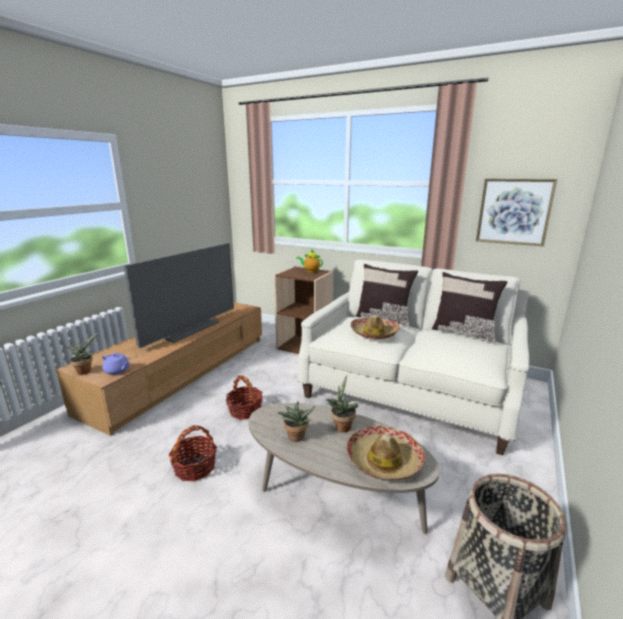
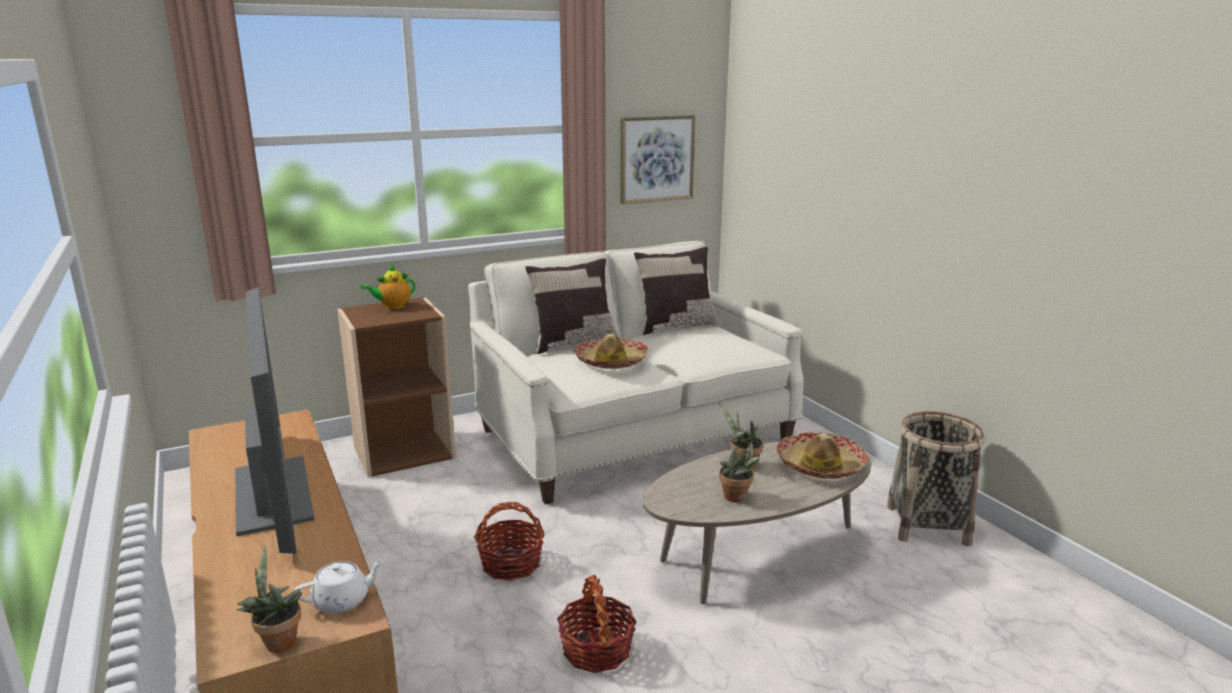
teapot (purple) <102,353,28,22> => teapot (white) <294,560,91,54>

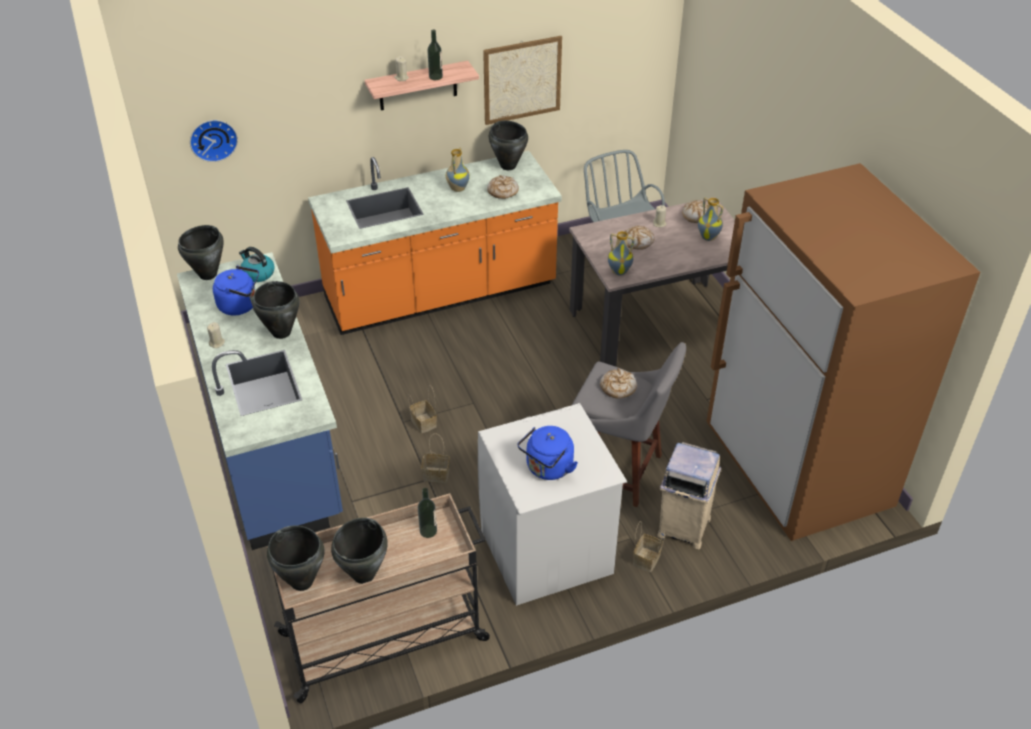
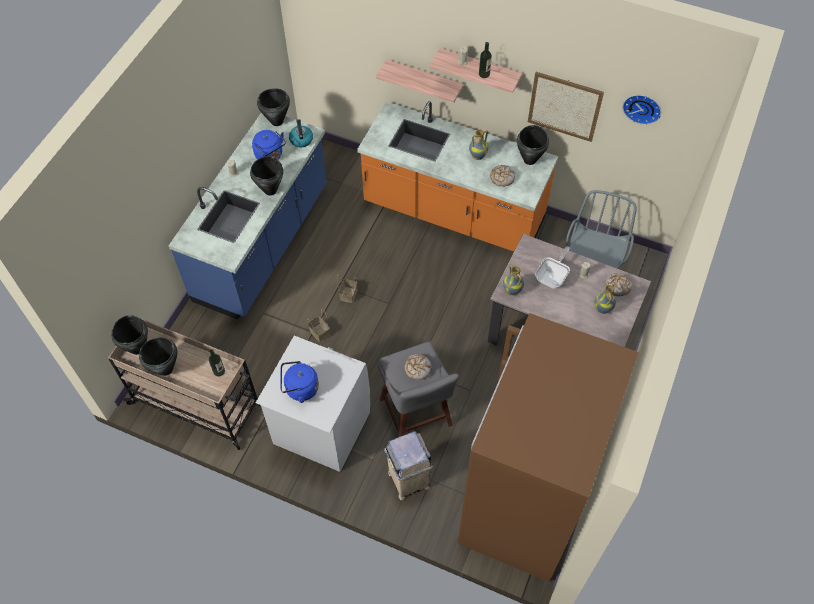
nothing => shelf <376,59,88,44>
bread <625,226,29,24> => frying pan <535,247,35,42>
wall clock <190,120,48,42> => wall clock <623,95,38,30>, shifted
basket <633,521,33,51> => nothing

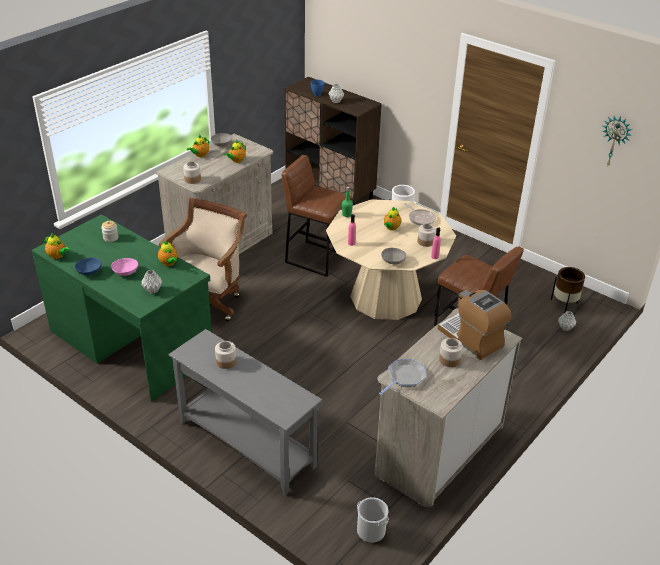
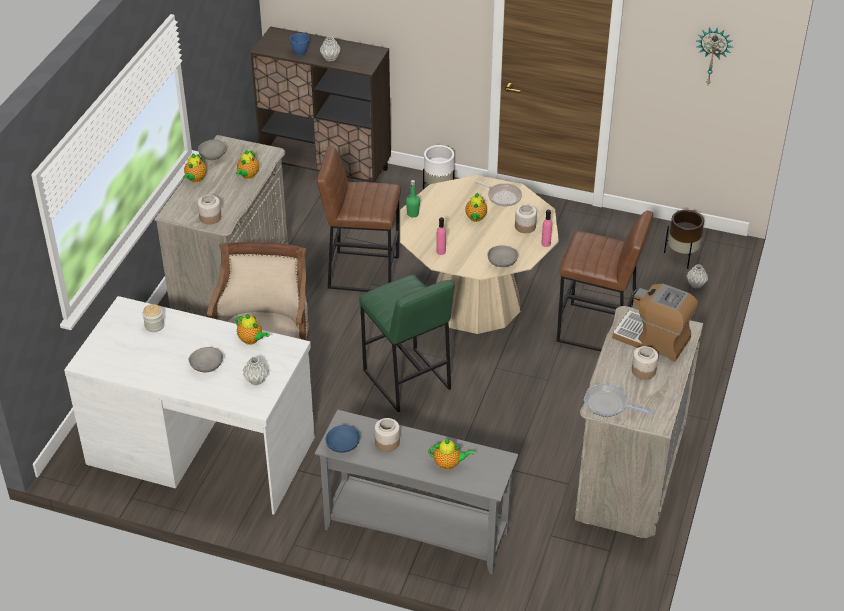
desk (green) <31,214,181,187> => desk (white) <64,296,251,218>
bowl (pink) <111,258,27,18> => bowl (grey) <189,347,34,25>
bowl (blue) <75,257,27,18> => bowl (blue) <326,425,34,28>, shifted
nothing => stool (green) <359,275,96,137>
teapot <44,234,26,25> => teapot <429,439,46,31>, shifted
frying pan <379,359,47,36> => frying pan <584,383,69,34>, 90 degrees counterclockwise
bucket <357,497,32,46> => nothing

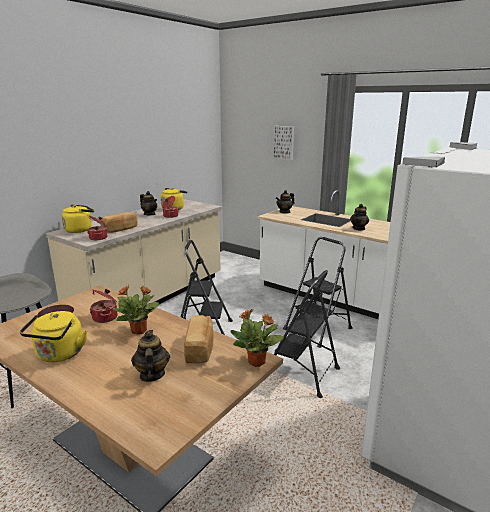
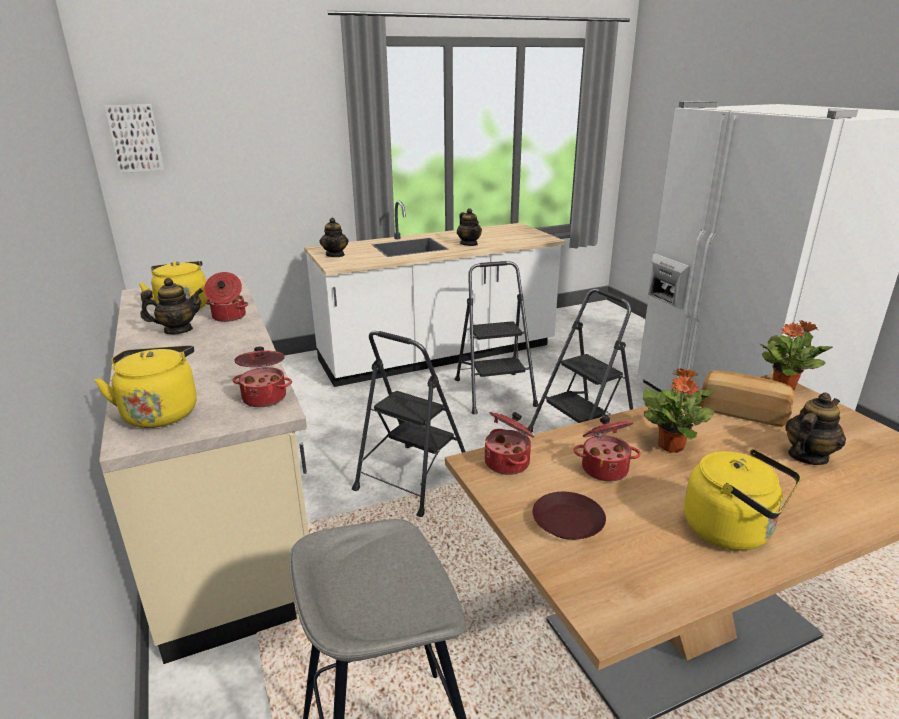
picture <273,126,21,34> => picture <105,104,59,69>, shifted
nothing => cooking pot <484,412,51,63>
teapot <131,330,39,52> => teapot <785,393,61,72>, 120 degrees clockwise
bread <101,212,36,21> => nothing

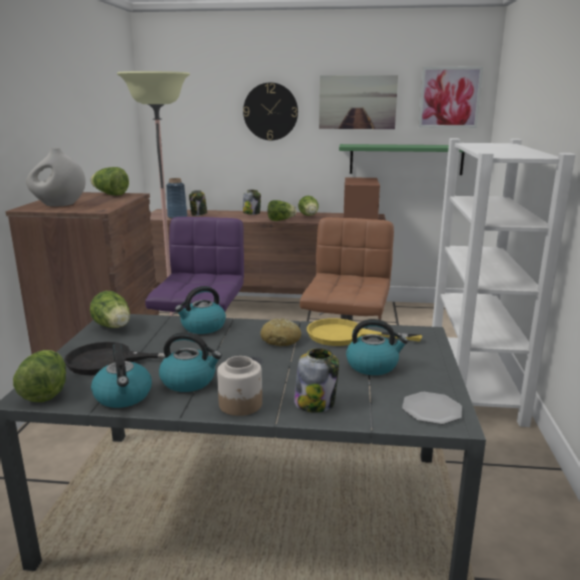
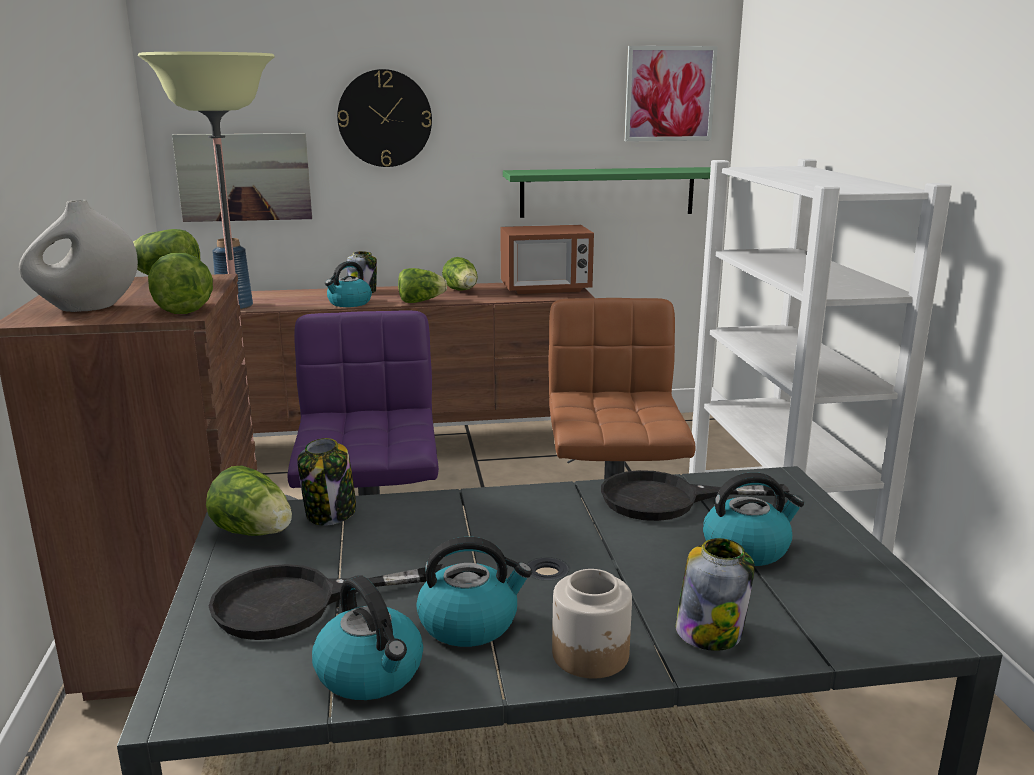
lettuce <13,350,53,52> => lettuce <148,253,65,61>, shifted
picture <319,75,79,54> => picture <172,133,140,89>, shifted
jar <189,190,18,26> => jar <297,438,59,88>, shifted
kettle <175,286,51,48> => kettle <325,261,47,46>, shifted
microwave <344,177,36,43> => microwave <500,225,94,69>, 90 degrees clockwise
frying pan (yellow) <307,318,115,28> => frying pan (black) <601,470,188,51>
bread <260,318,41,28> => nothing
plate <402,392,60,33> => nothing

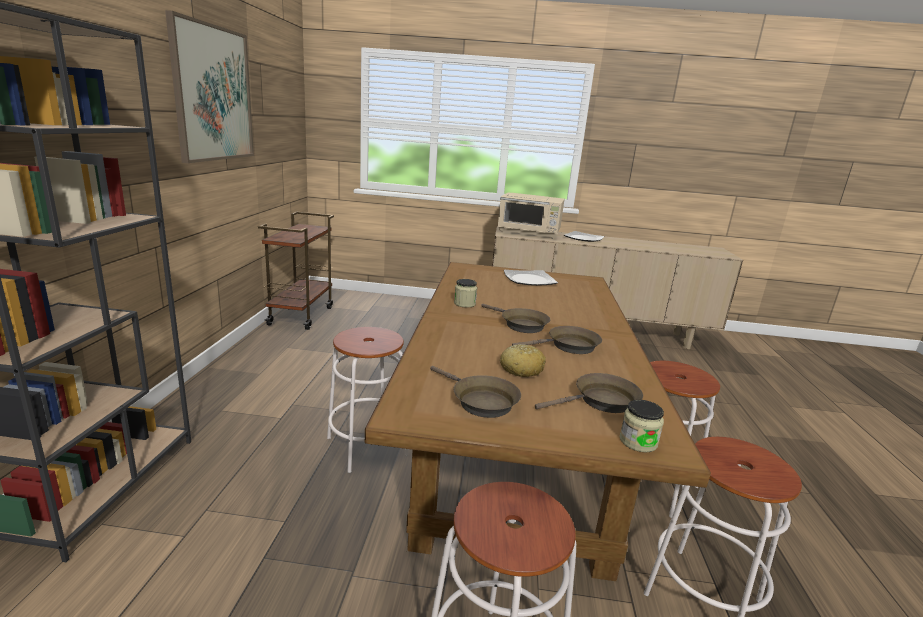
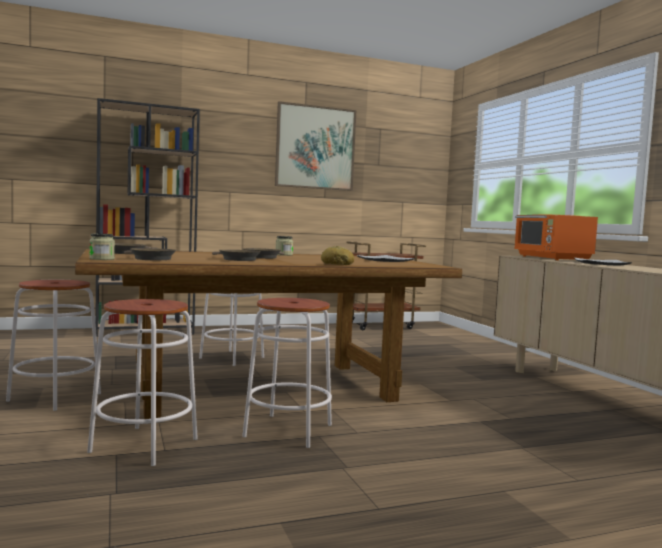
bread <500,344,46,33> => bread <321,246,33,19>, shifted
microwave (beige) <498,192,67,47> => microwave (orange) <514,214,84,47>

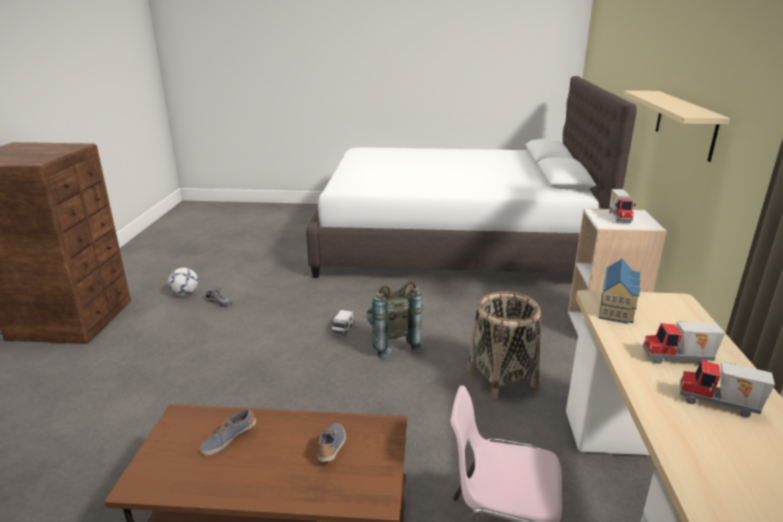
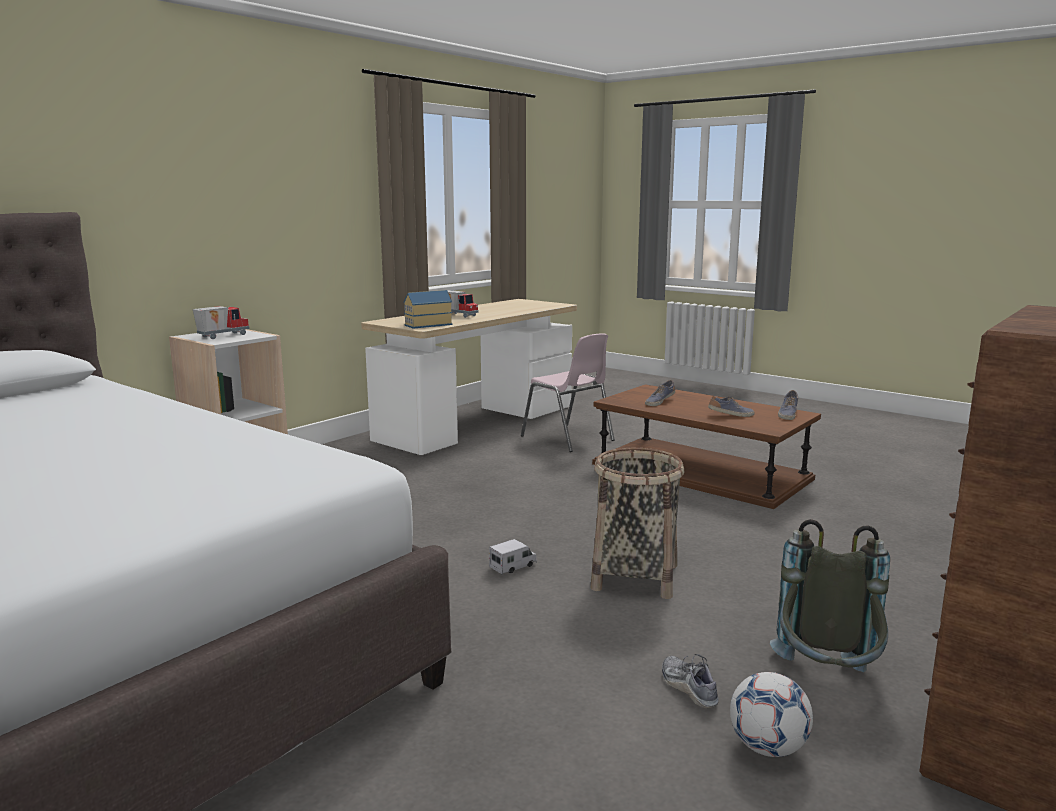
basket <467,292,74,107> => basket <591,448,93,151>, shifted
backpack (grey) <366,282,58,76> => backpack (grey) <770,519,120,153>, shifted
nothing => shoe <778,390,20,30>
shelf (beige) <623,91,107,71> => nothing
toy truck <680,360,95,58> => nothing

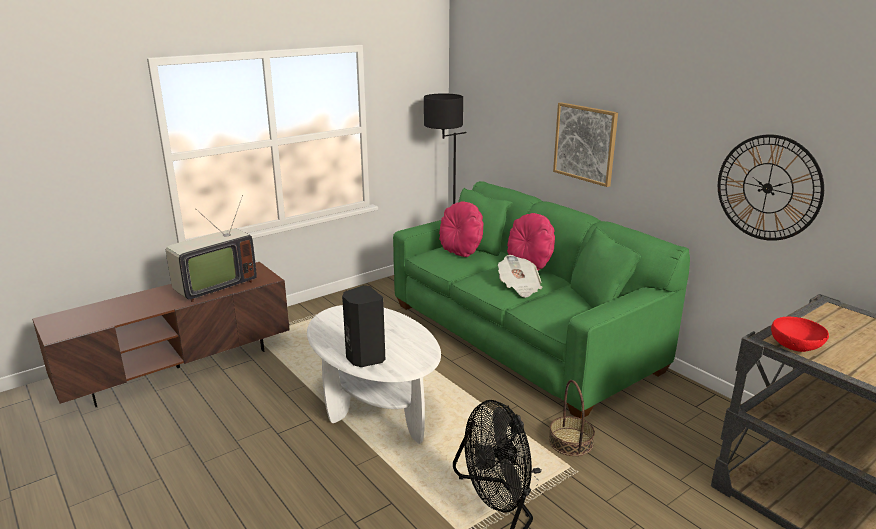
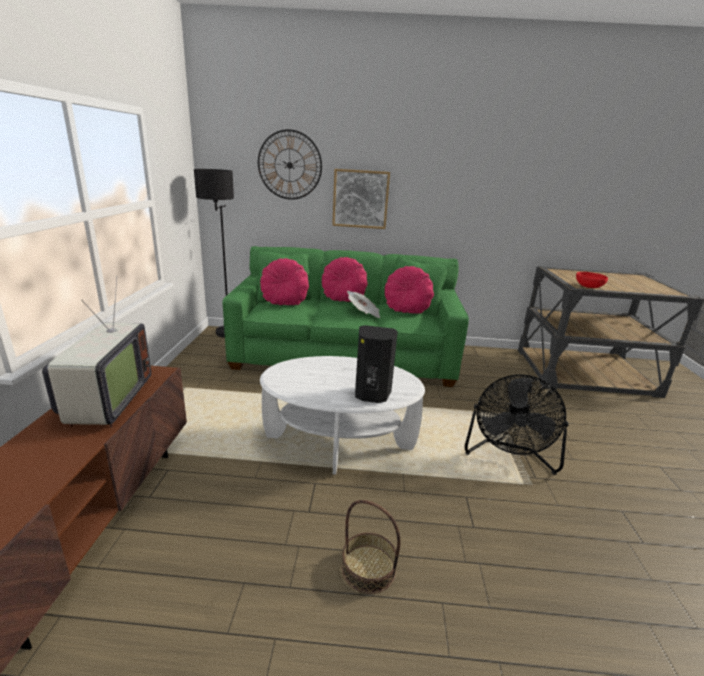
wall clock <718,134,106,107> => wall clock <258,129,64,71>, shifted
basket <549,380,46,76> => basket <342,500,59,94>, shifted
nothing => pillow (pink) <385,266,49,48>

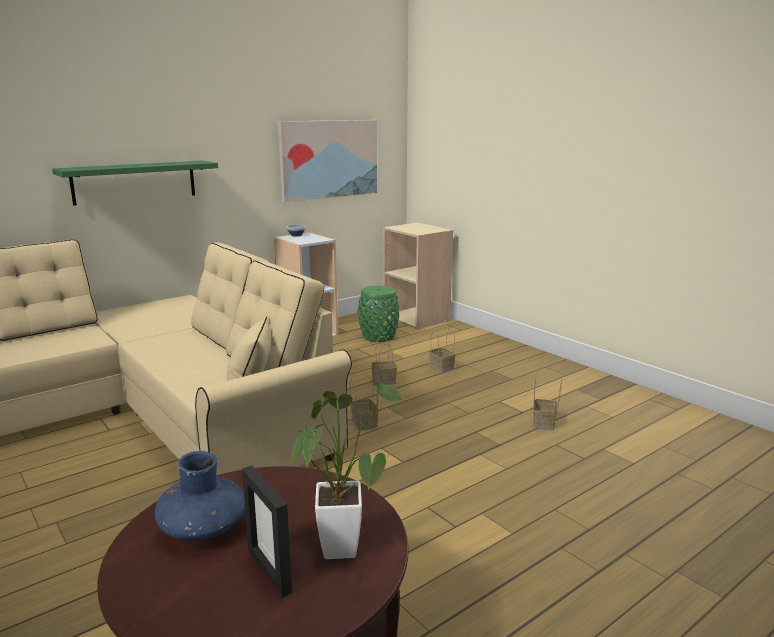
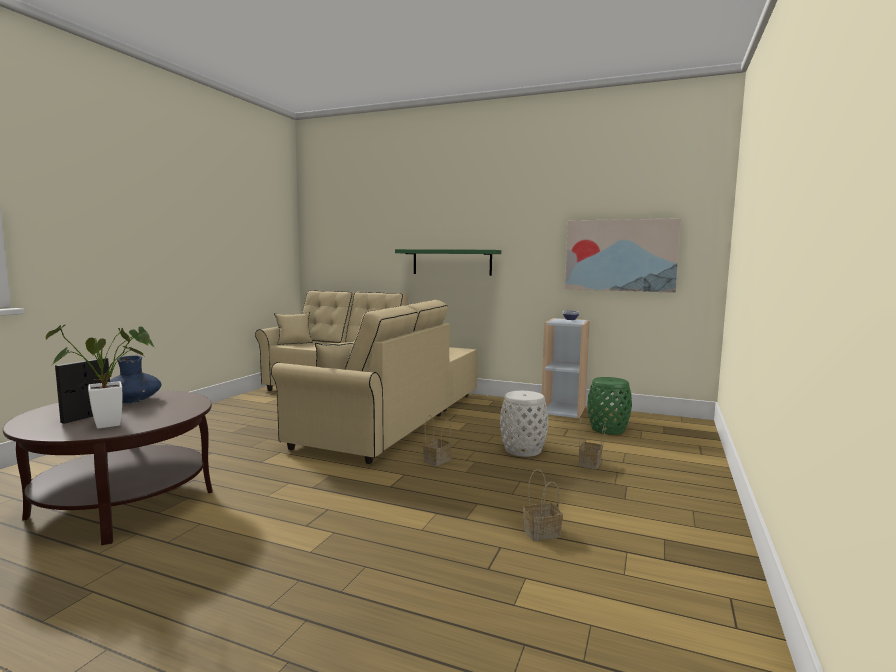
basket <371,336,26,49> => stool (white) <500,391,49,66>
bookcase (beige) <383,223,70,106> => nothing

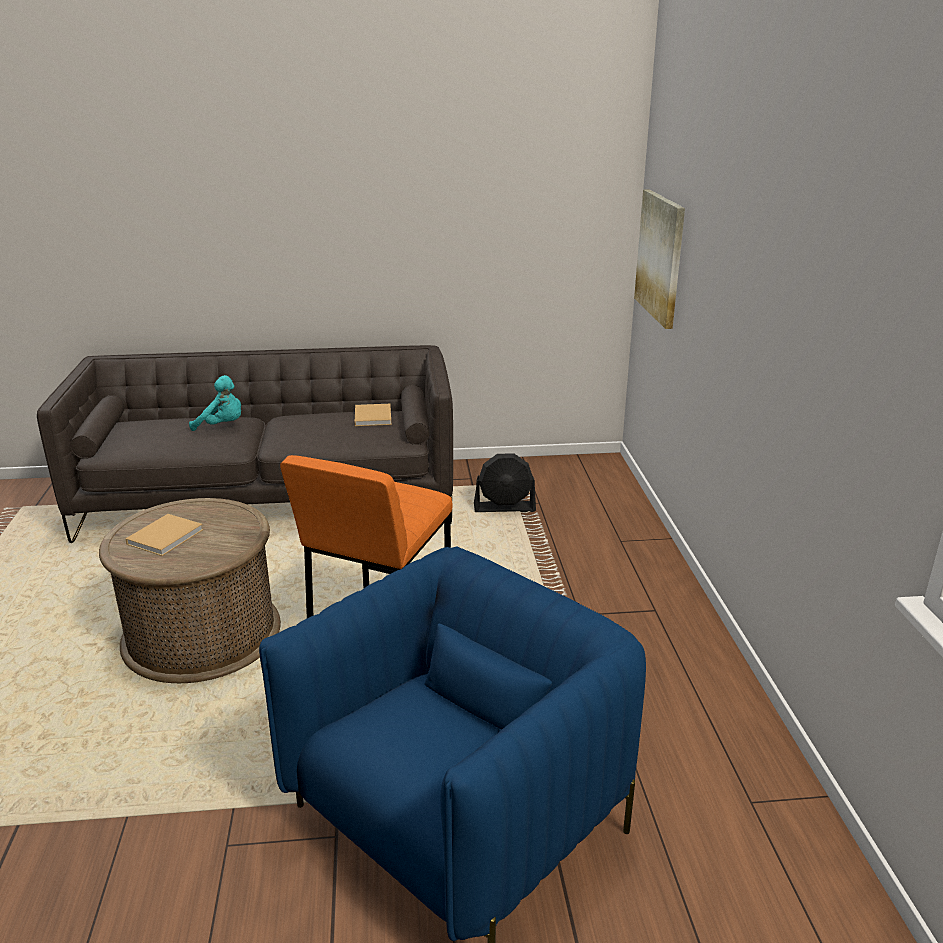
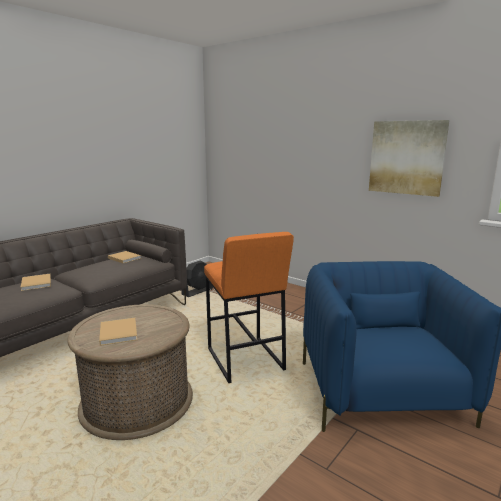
plush toy (turquoise) <189,375,52,56> => book (beige) <21,274,30,17>
picture <634,189,51,140> => picture <369,120,81,77>, shifted

